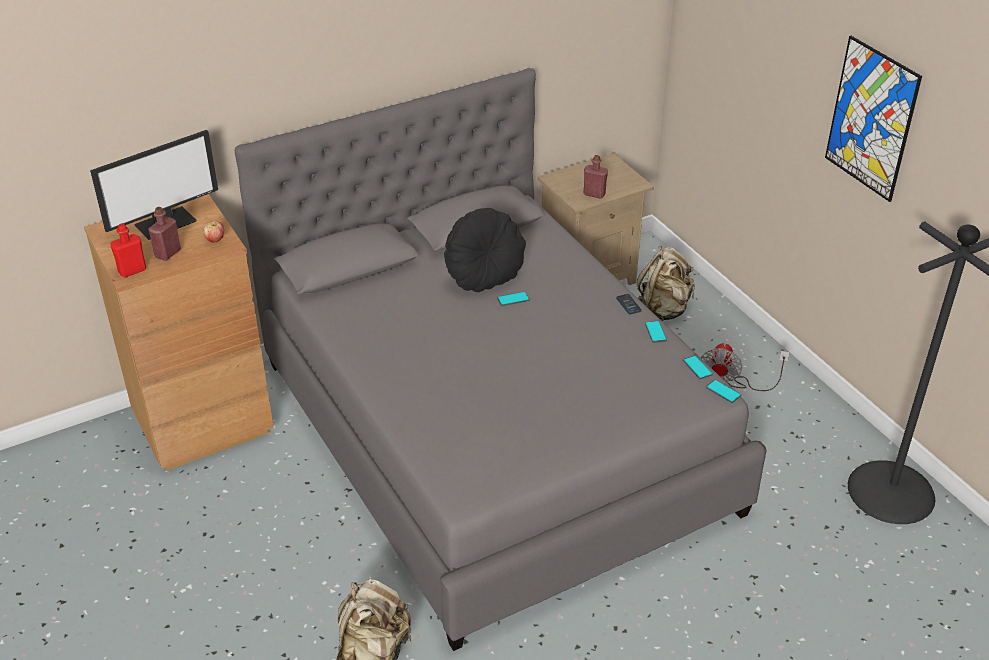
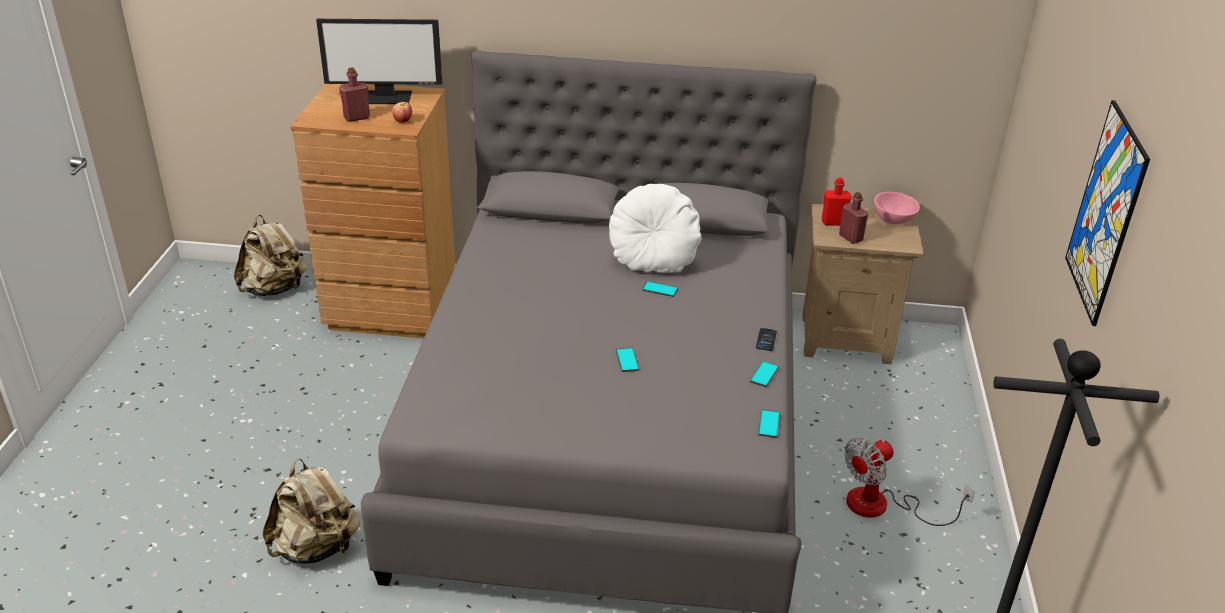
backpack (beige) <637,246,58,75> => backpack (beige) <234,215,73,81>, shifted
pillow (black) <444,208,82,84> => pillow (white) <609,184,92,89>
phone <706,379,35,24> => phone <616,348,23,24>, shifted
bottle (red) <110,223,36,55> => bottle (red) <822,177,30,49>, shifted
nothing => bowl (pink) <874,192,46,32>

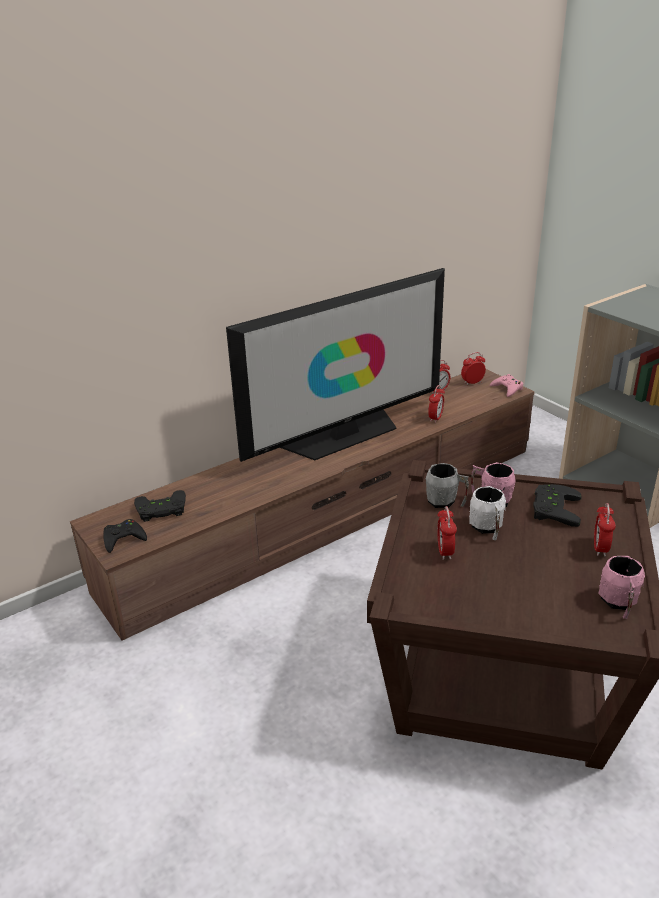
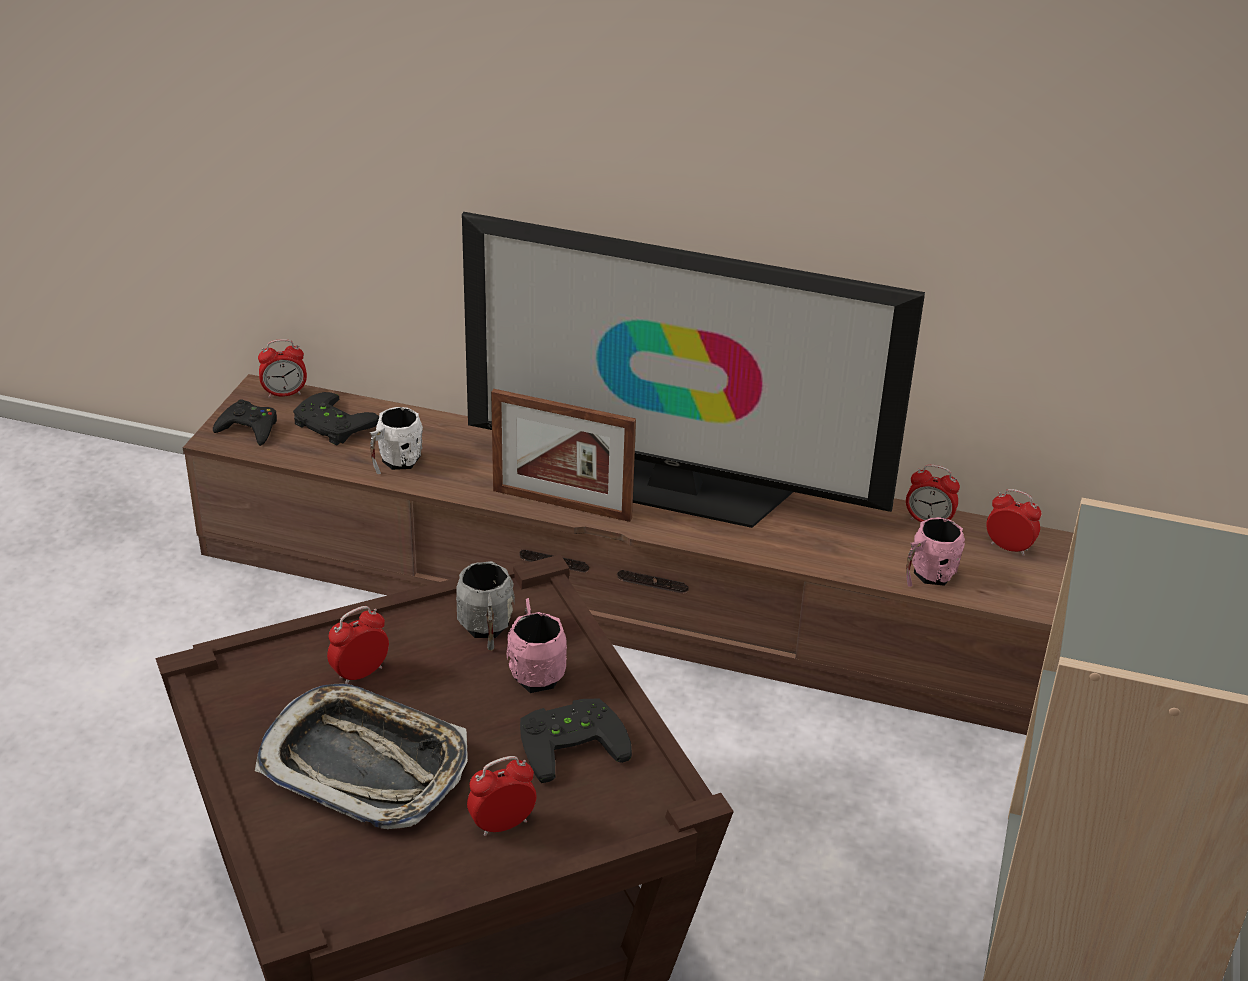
nothing => tray <255,684,213,146>
alarm clock <428,385,17,38> => alarm clock <258,339,49,59>, shifted
mug (white) <469,486,37,54> => mug (white) <369,407,54,67>, shifted
nothing => picture frame <491,389,145,133>
mug (pink) <598,556,47,63> => mug (pink) <906,517,59,70>, shifted
game controller (pink) <490,374,33,23> => nothing

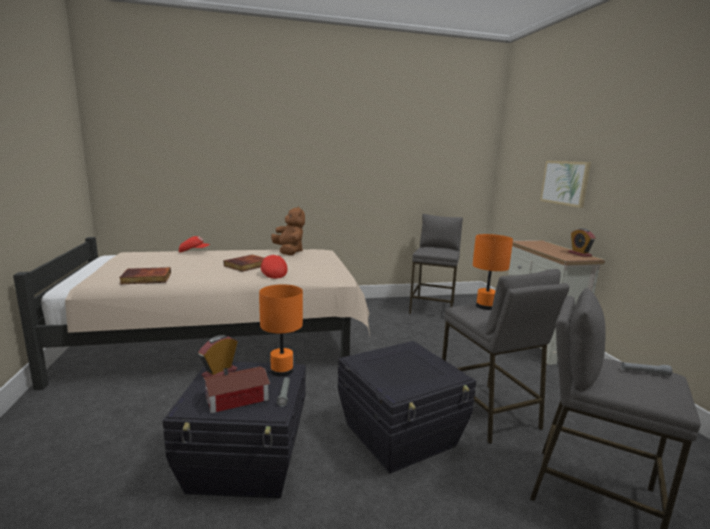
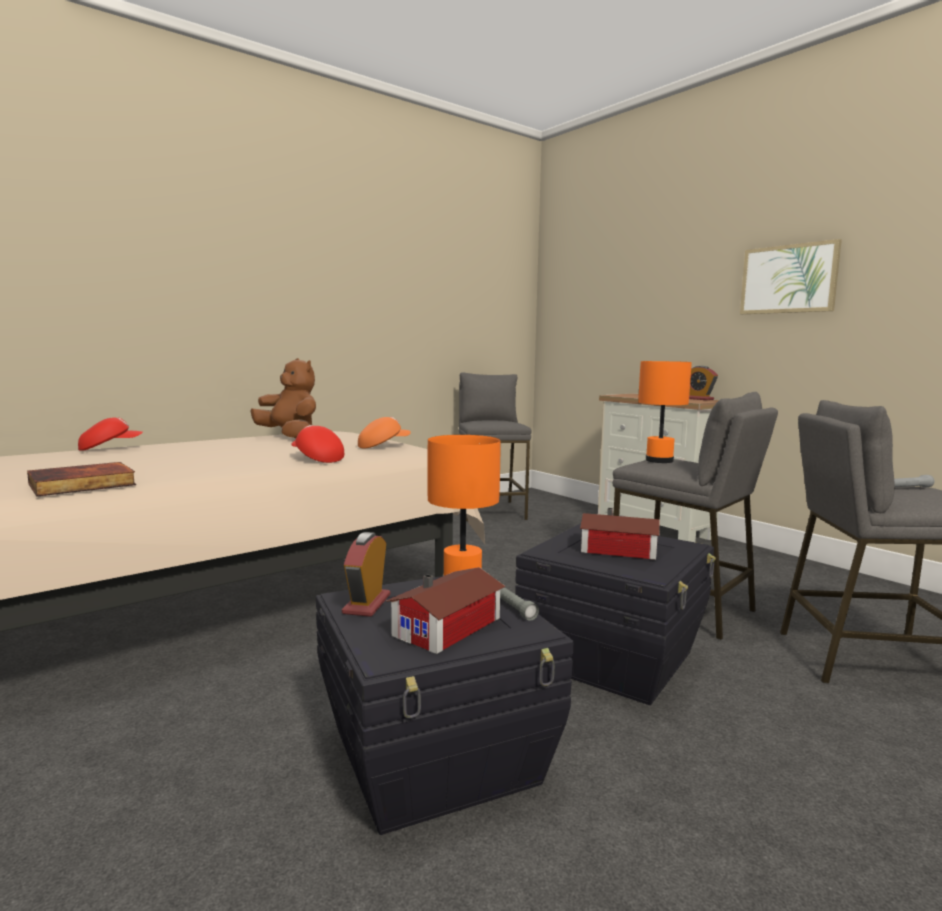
nothing => cap (orange) <358,417,53,31>
nothing => toy house <580,508,80,52>
picture <540,161,51,47> => picture <740,239,102,75>, shifted
book <223,255,41,17> => nothing

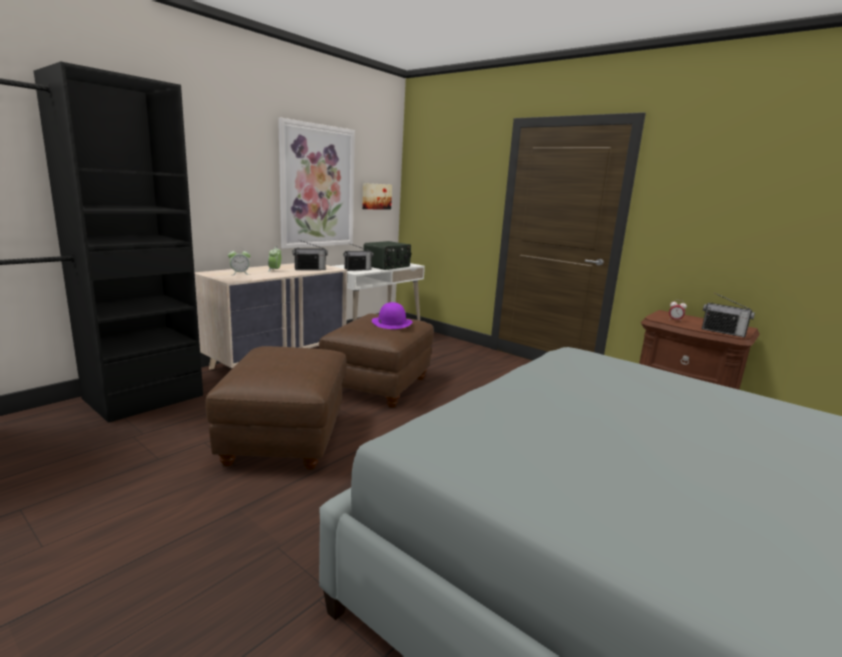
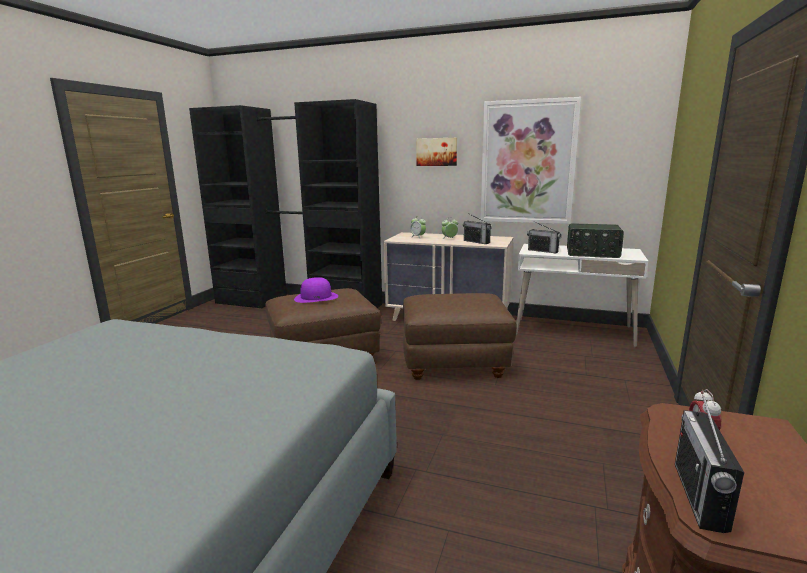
hat (purple) <372,302,40,27> => hat (purple) <294,277,44,26>, shifted
picture <362,183,30,26> => picture <416,138,41,28>, shifted

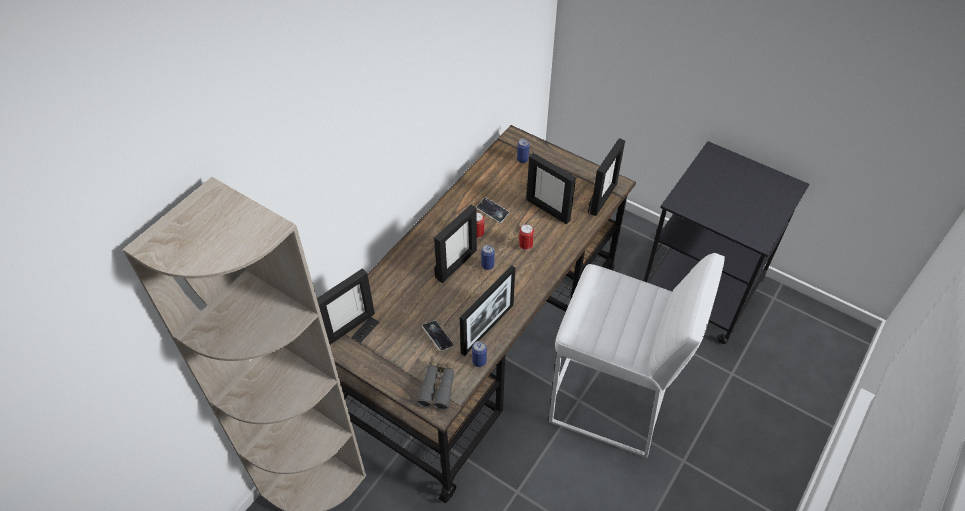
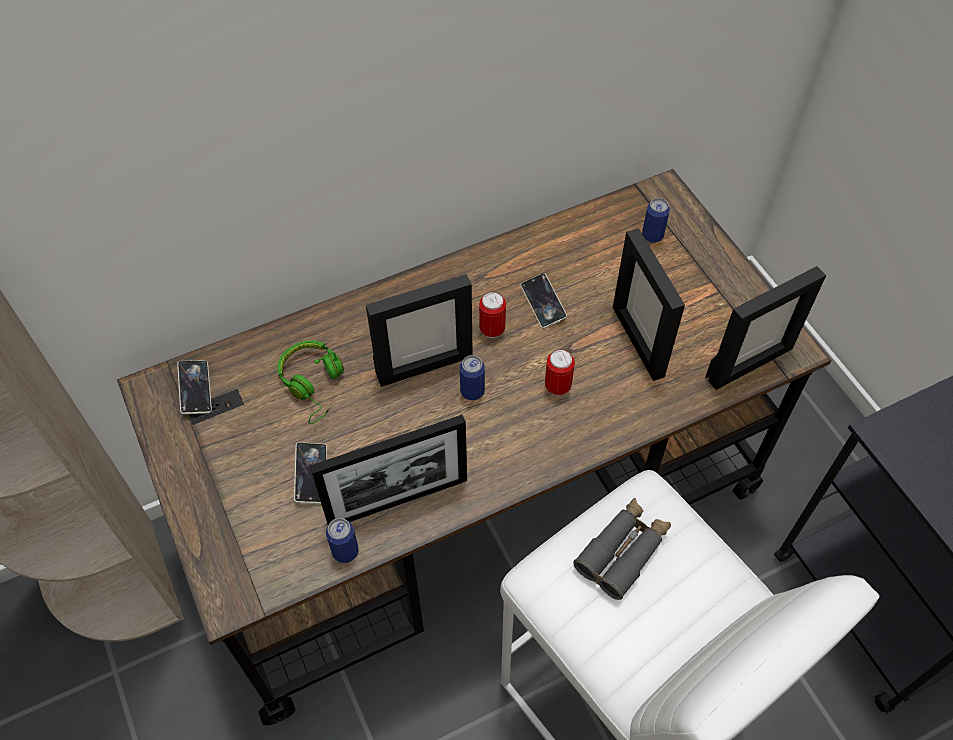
picture frame <317,268,58,77> => phone <177,360,35,54>
nothing => headphones (green) <277,340,67,84>
binoculars (grey) <417,358,38,52> => binoculars (grey) <574,498,97,102>, shifted

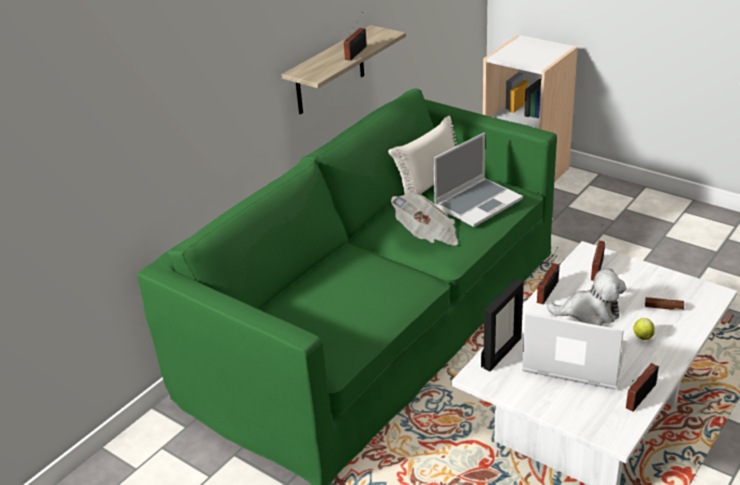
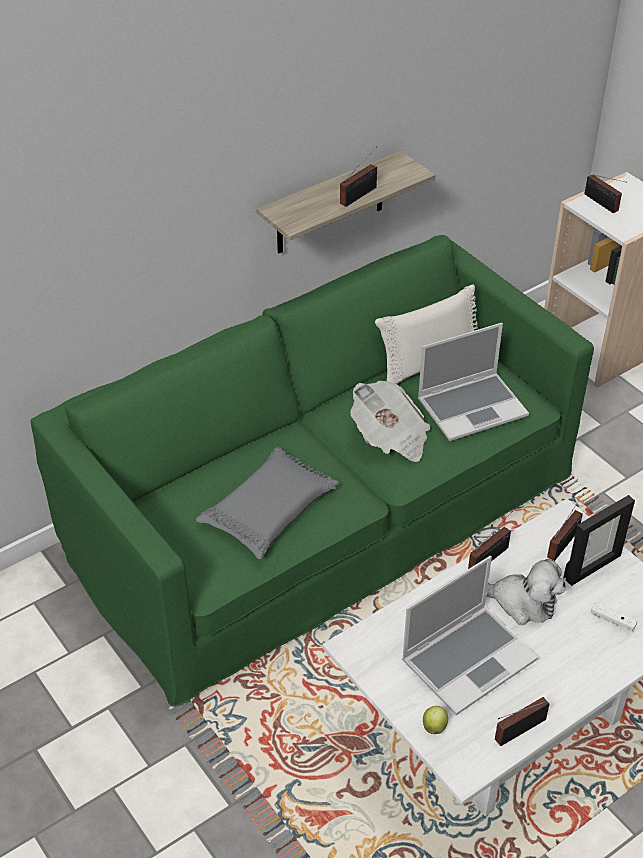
nothing => pillow (grey) <196,447,143,112>
laptop <522,312,105,77> => laptop <402,556,136,159>, 105 degrees clockwise
apple <633,318,22,22> => apple <423,706,25,28>, shifted
picture frame <481,279,43,92> => picture frame <563,495,72,91>, shifted
nothing => radio <585,175,42,38>
game controller (brown) <645,297,39,12> => game controller (white) <591,602,46,29>

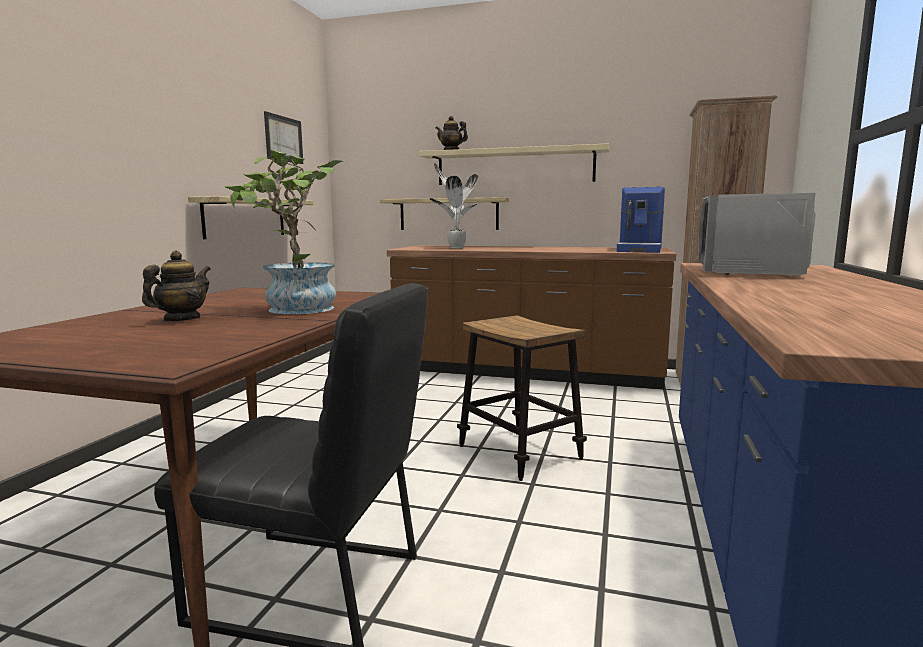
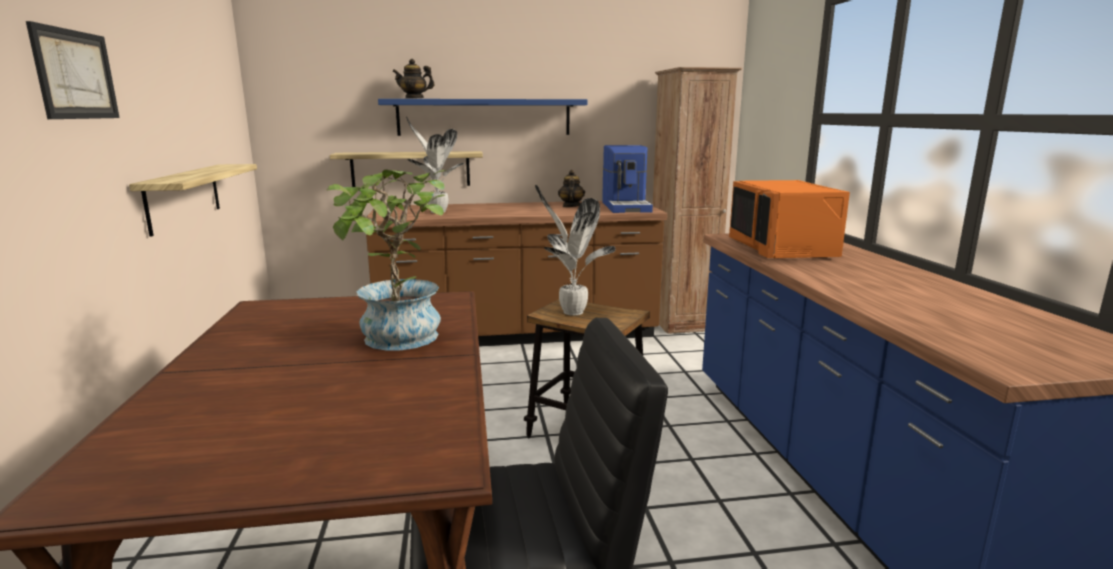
picture <264,111,39,53> => picture <26,21,94,98>, shifted
shelf (beige) <419,144,191,41> => shelf (blue) <378,99,209,37>
nothing => potted plant <535,185,81,131>
teapot <142,251,69,70> => teapot <558,170,27,37>, shifted
microwave (grey) <698,193,118,84> => microwave (orange) <729,180,121,78>

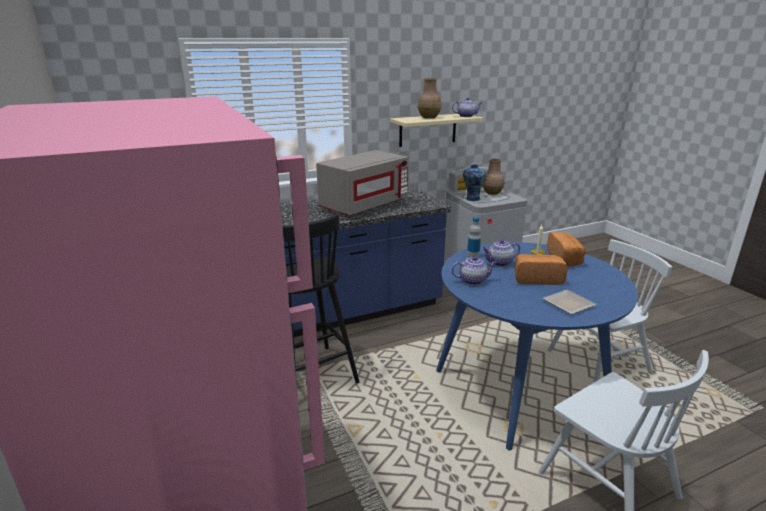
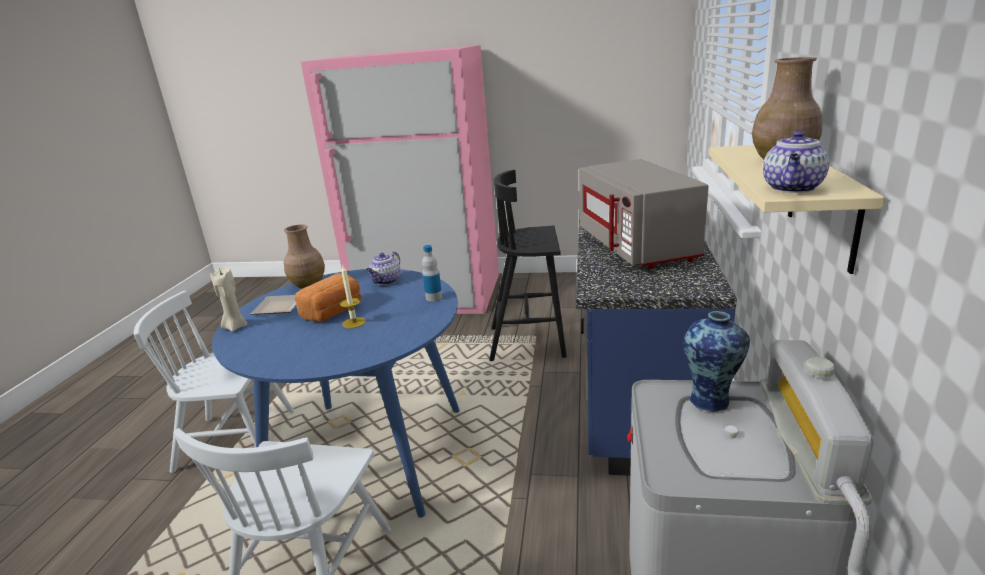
nothing => candle (beige) <210,266,37,66>
vase (brown) <482,158,22,37> => vase (brown) <284,224,41,65>, shifted
teapot <483,240,37,27> => nothing
bread <547,232,39,35> => nothing

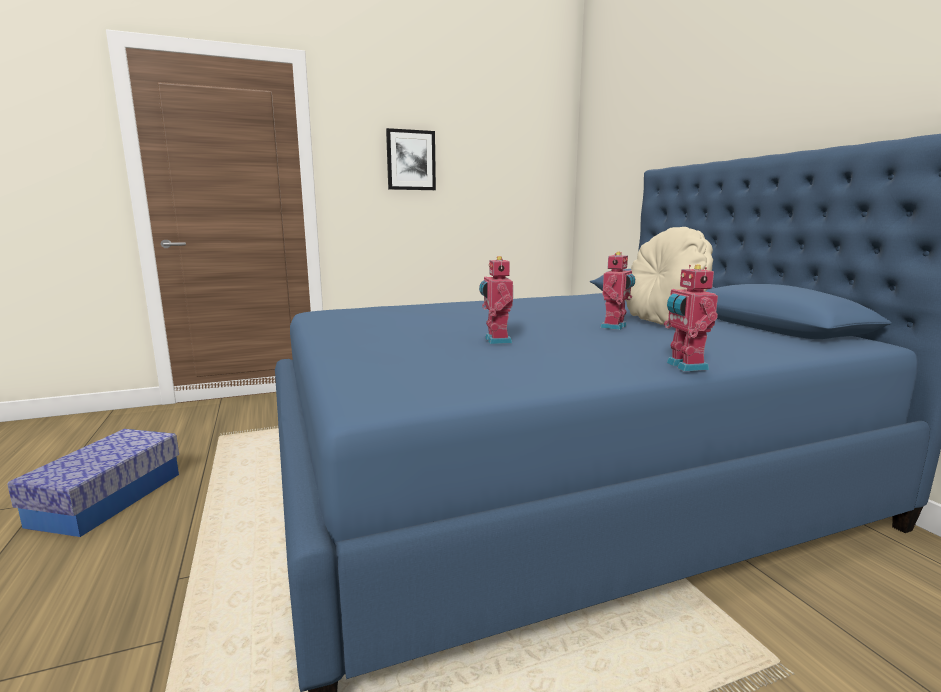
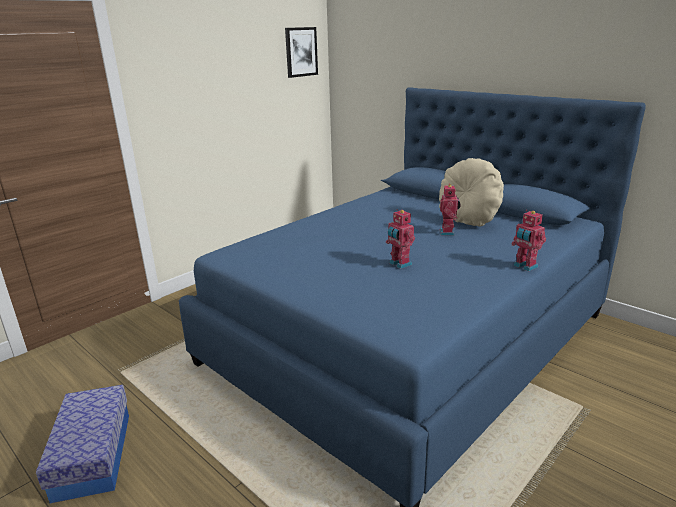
picture <386,128,50,62> => picture <285,27,33,51>, shifted

